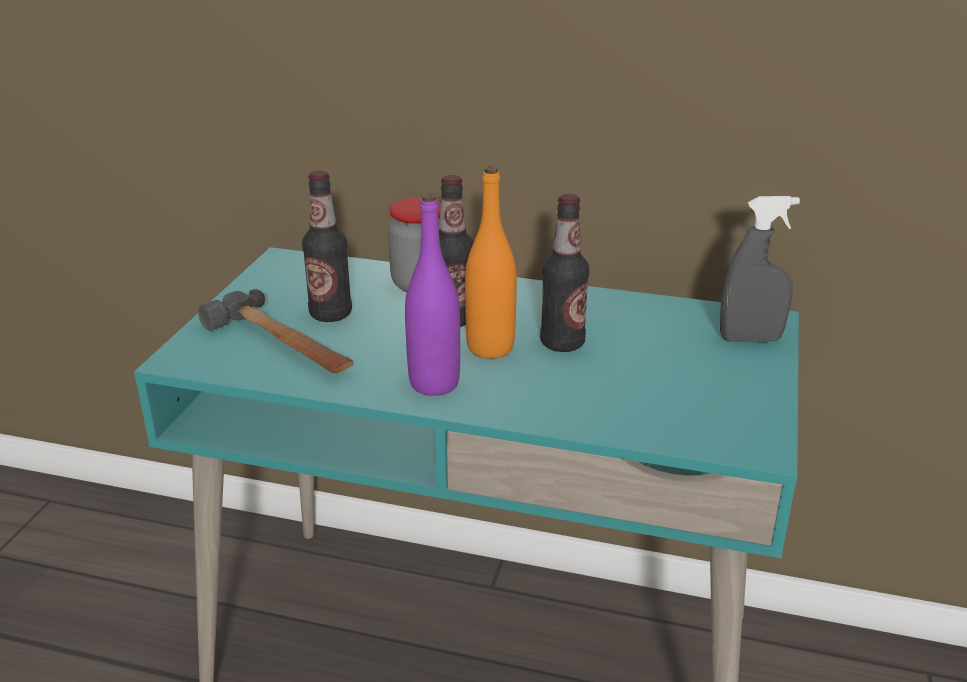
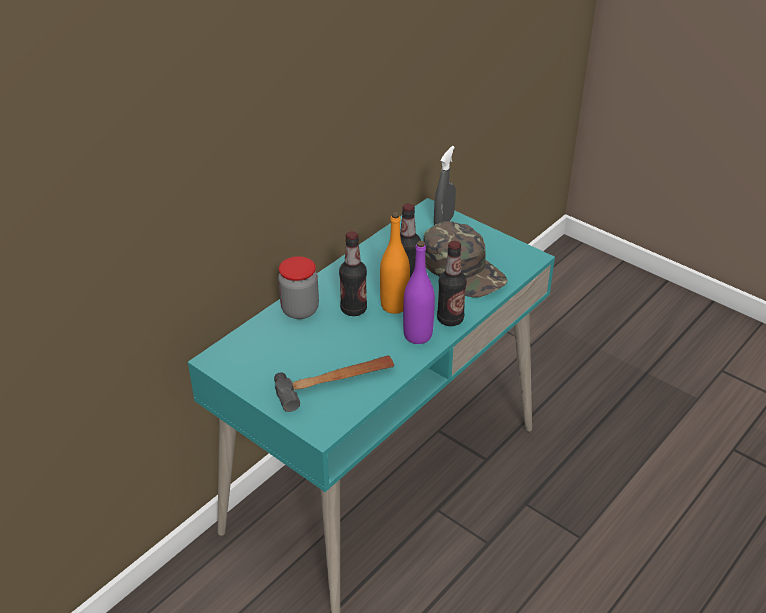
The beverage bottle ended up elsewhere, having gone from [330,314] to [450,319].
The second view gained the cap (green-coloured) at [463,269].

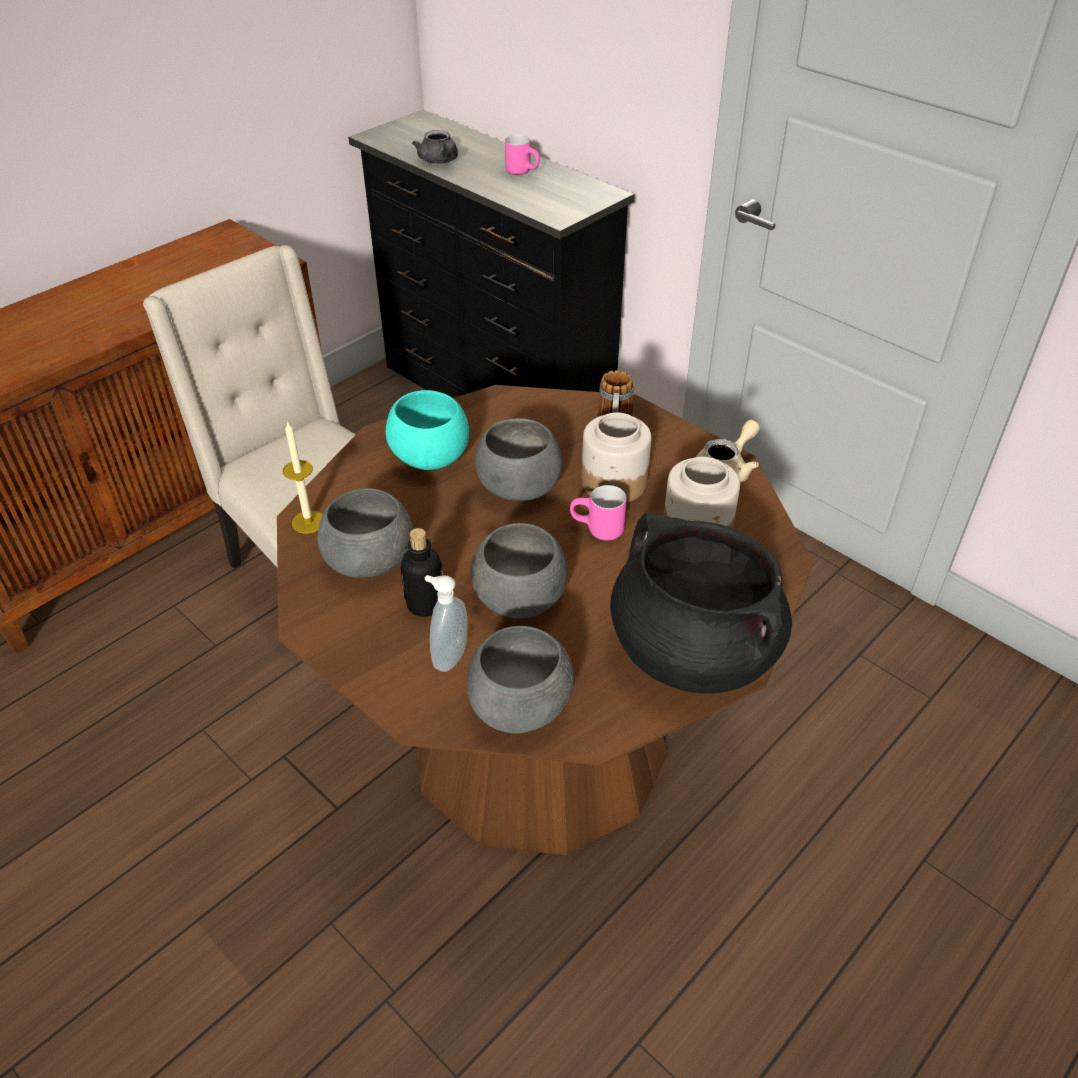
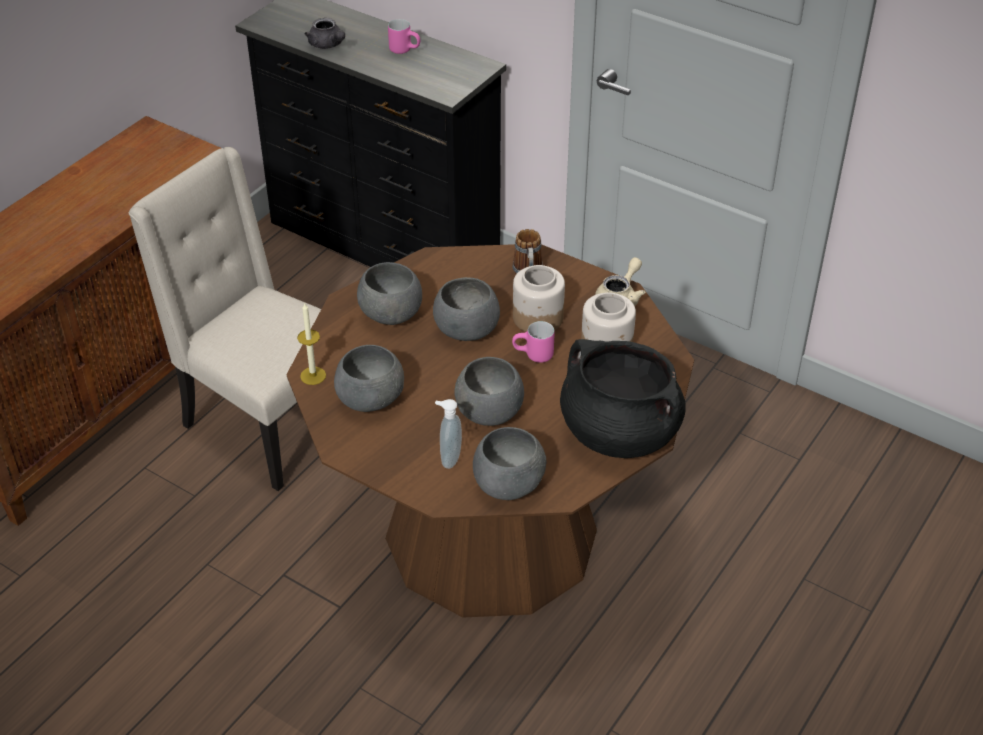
What was the bowl (turquoise) at [429,459] turned into the bowl (gray) at [390,316].
The second view lost the beverage bottle at [425,604].

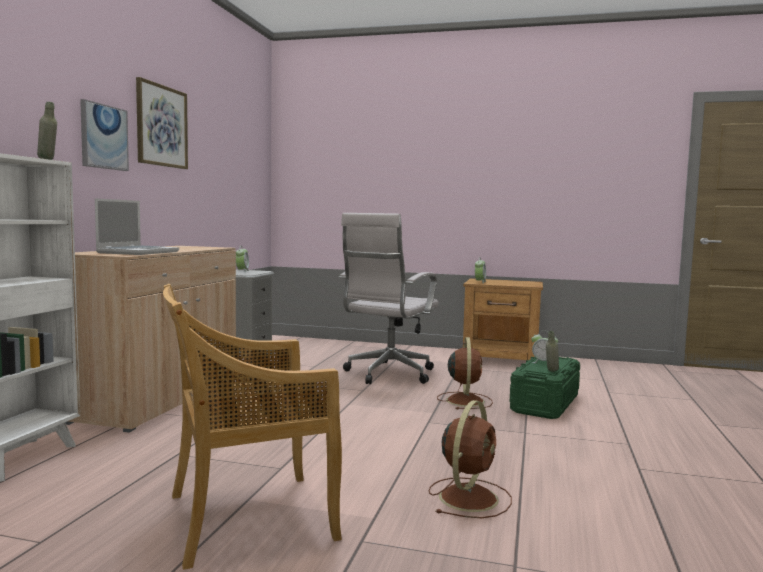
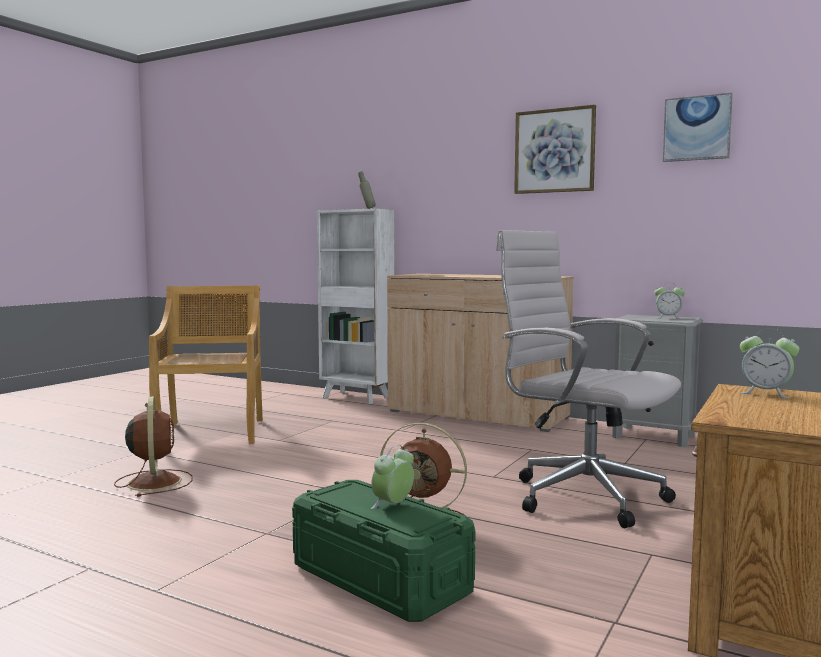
The wall picture ended up elsewhere, having gone from [103,137] to [697,128].
The second view lost the notebook computer at [138,252].
The fan (brownish) at [469,497] ended up facing another way, 150 degrees counterclockwise from before.
The second view lost the beverage bottle (gray) at [551,372].

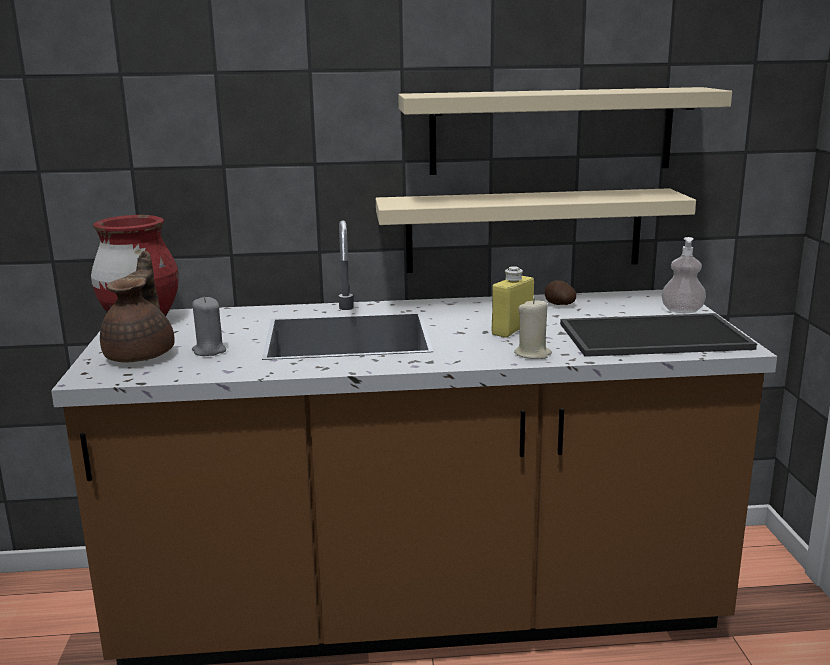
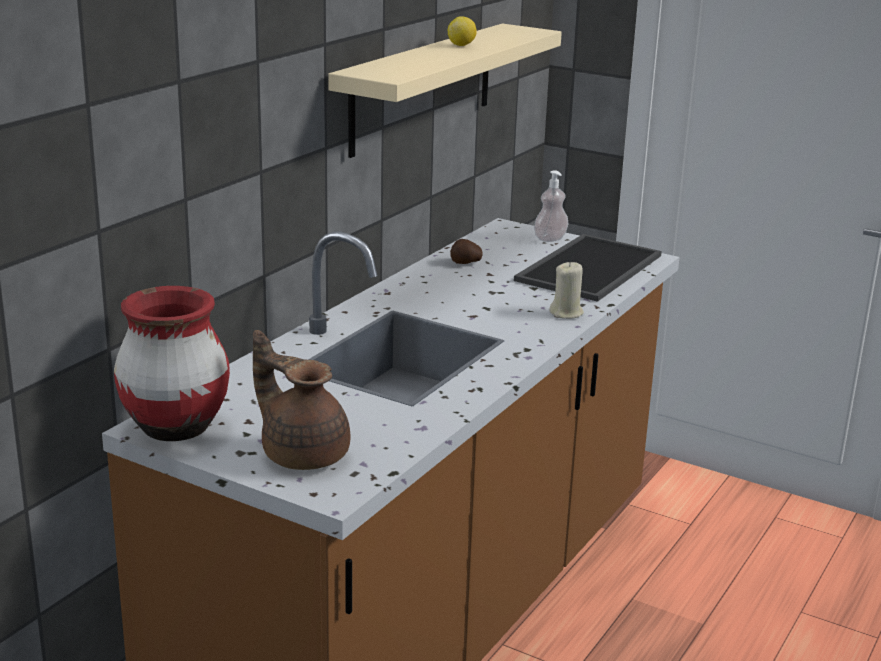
The second view lost the candle (gray) at [209,351].
The second view lost the bracket shelf (beige-coloured) at [523,230].
The second view lost the beverage bottle (yellow) at [512,330].
The second view gained the citrus fruit at [461,45].

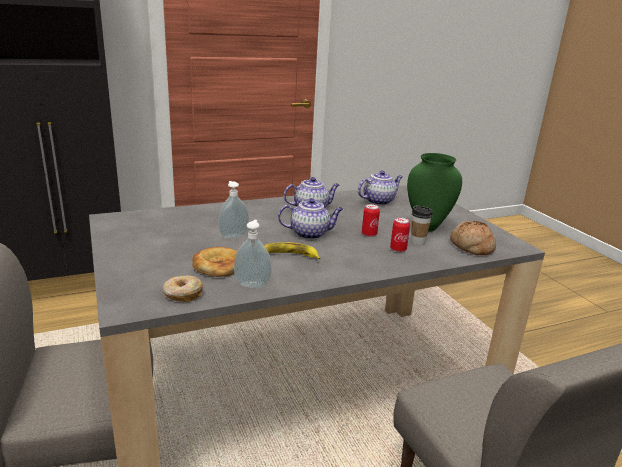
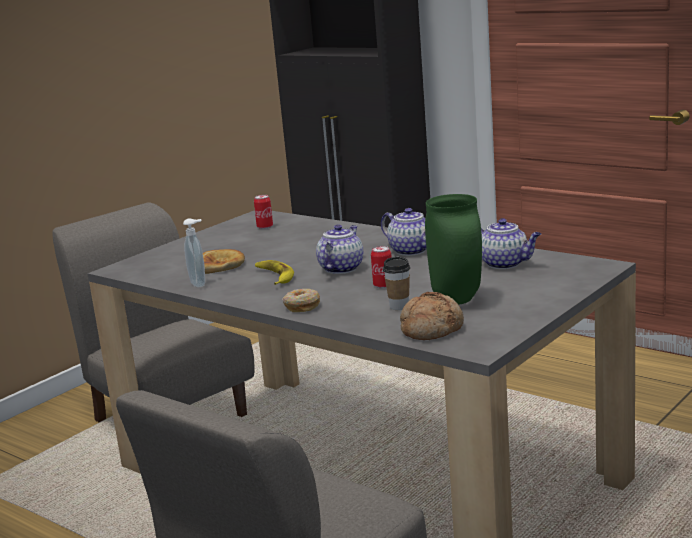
The donut ended up elsewhere, having gone from [183,294] to [301,306].
The second view lost the liquid soap bottle at [233,236].
The teapot at [310,234] ended up facing another way, 120 degrees counterclockwise from before.
The sealed can ended up elsewhere, having gone from [398,249] to [265,227].

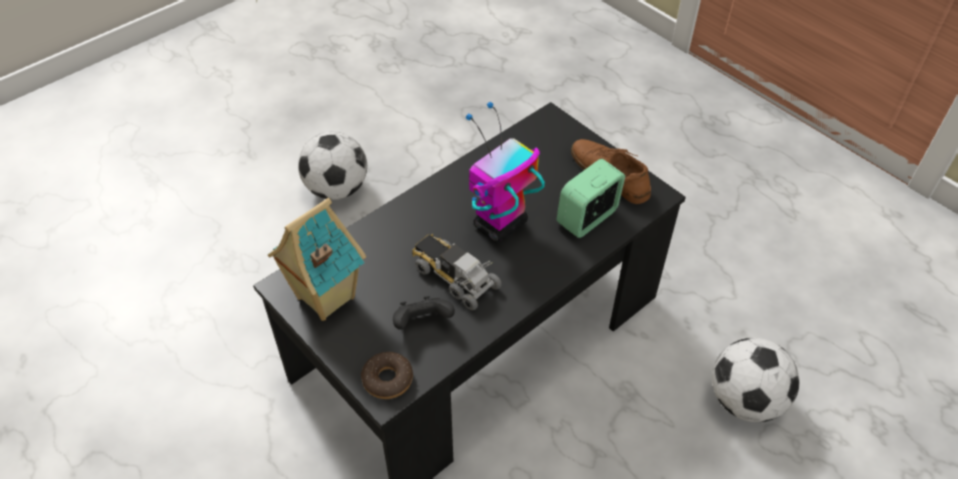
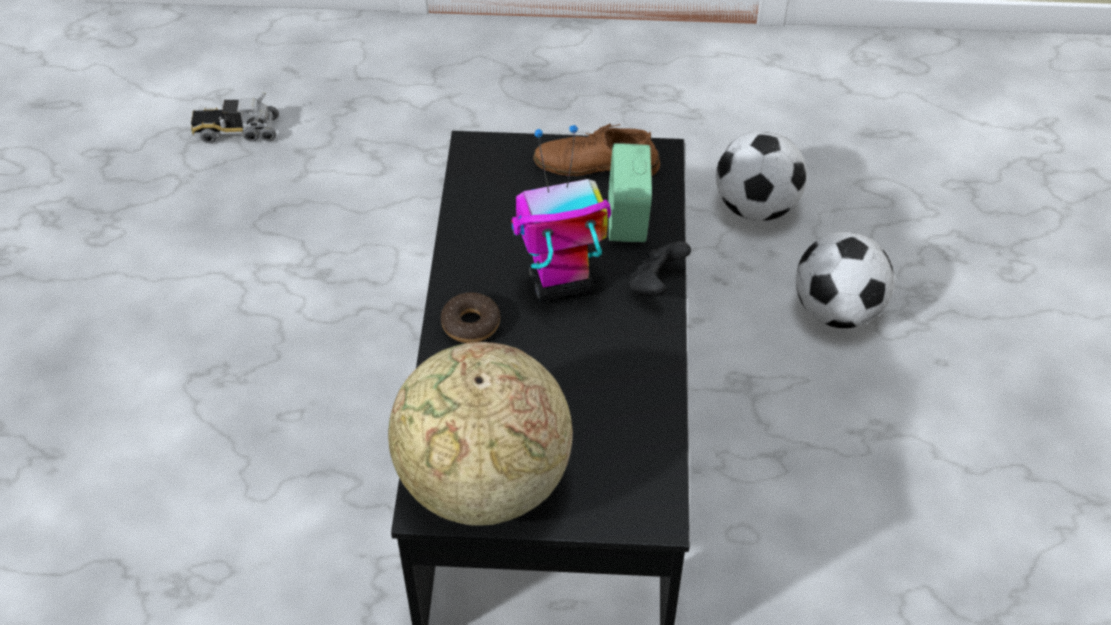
Where the miniature house stood at [324,298], the world globe came to stand at [483,483].
The football ended up elsewhere, having gone from [337,189] to [755,207].
The donut ended up elsewhere, having gone from [387,379] to [471,324].
The game controller (black-coloured) ended up elsewhere, having gone from [422,323] to [655,285].
The toy truck ended up elsewhere, having gone from [454,277] to [237,130].
The model robot at [499,225] ended up facing another way, 75 degrees clockwise from before.

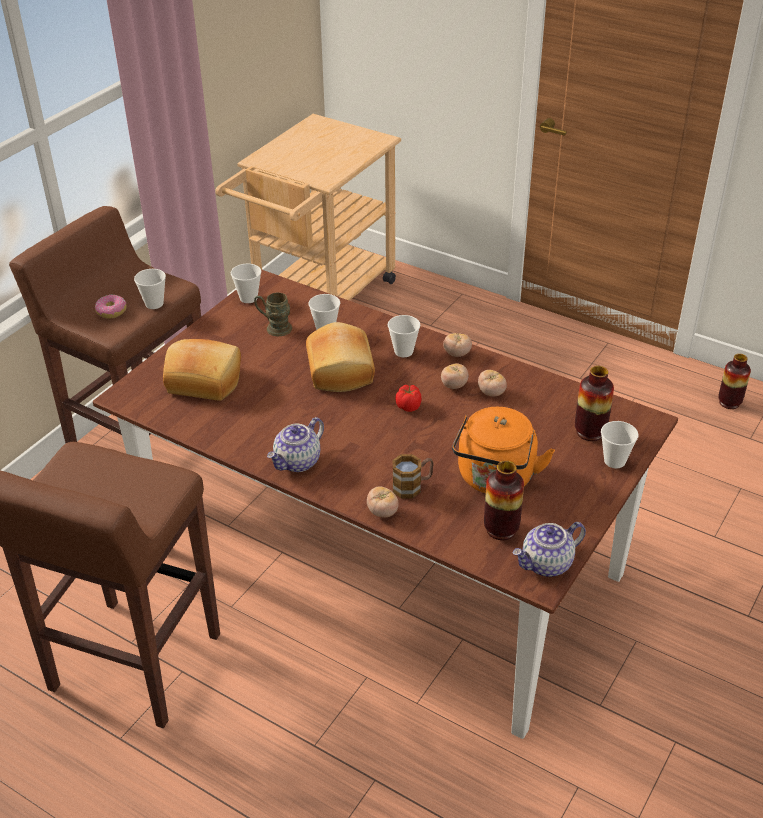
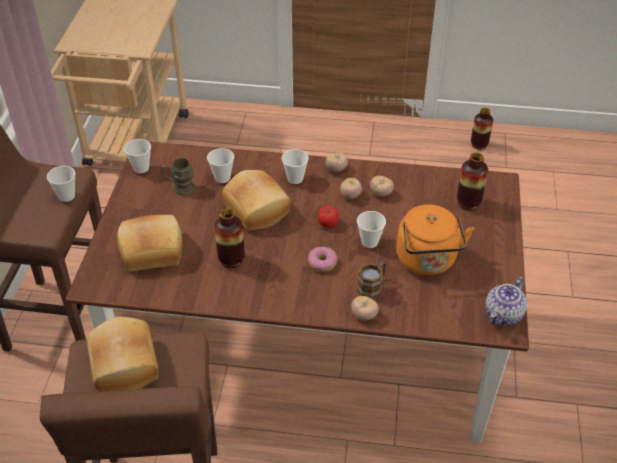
The donut ended up elsewhere, having gone from [111,311] to [322,263].
The second view lost the teapot at [298,462].
The flower vase ended up elsewhere, having gone from [501,529] to [231,260].
The small cup ended up elsewhere, having gone from [614,461] to [369,242].
The second view gained the bread at [122,365].

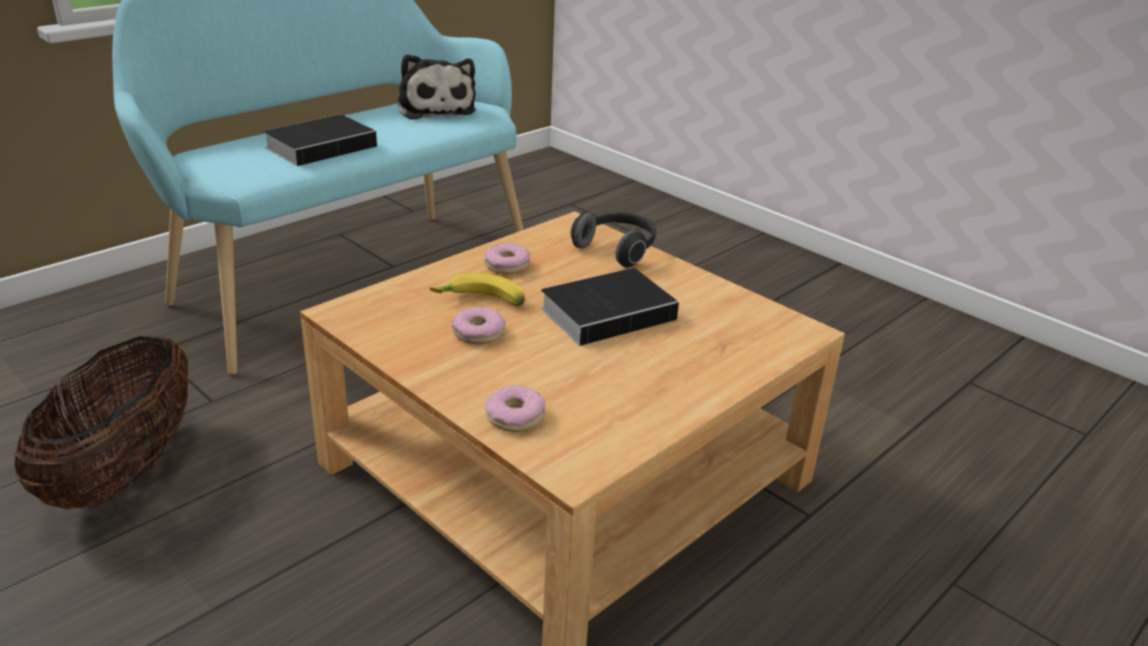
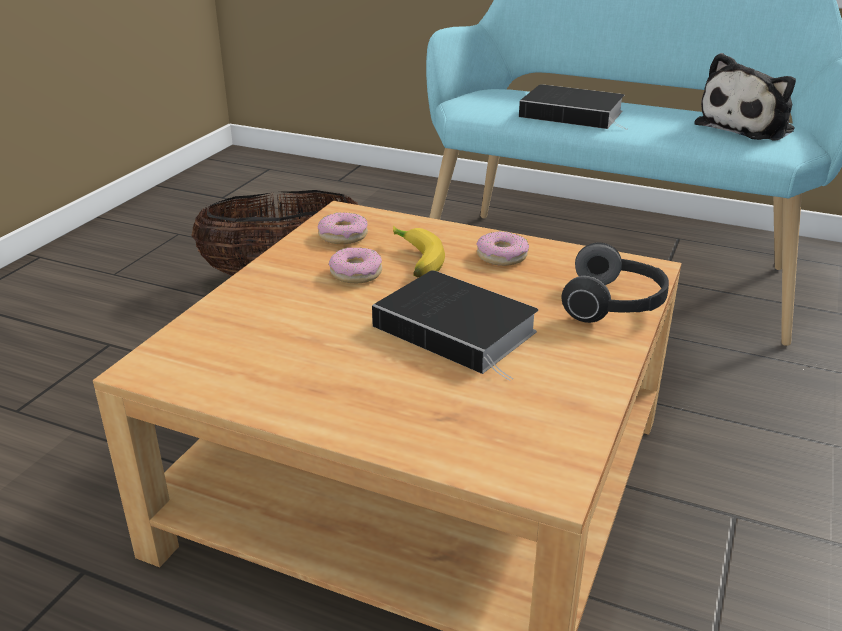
The donut ended up elsewhere, having gone from [515,416] to [343,236].

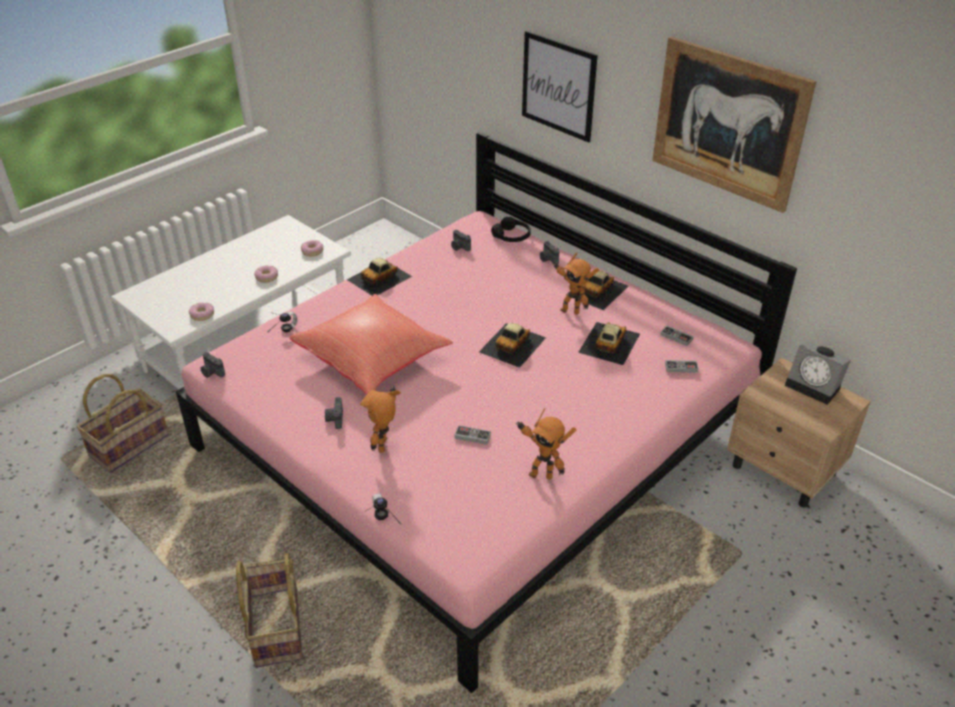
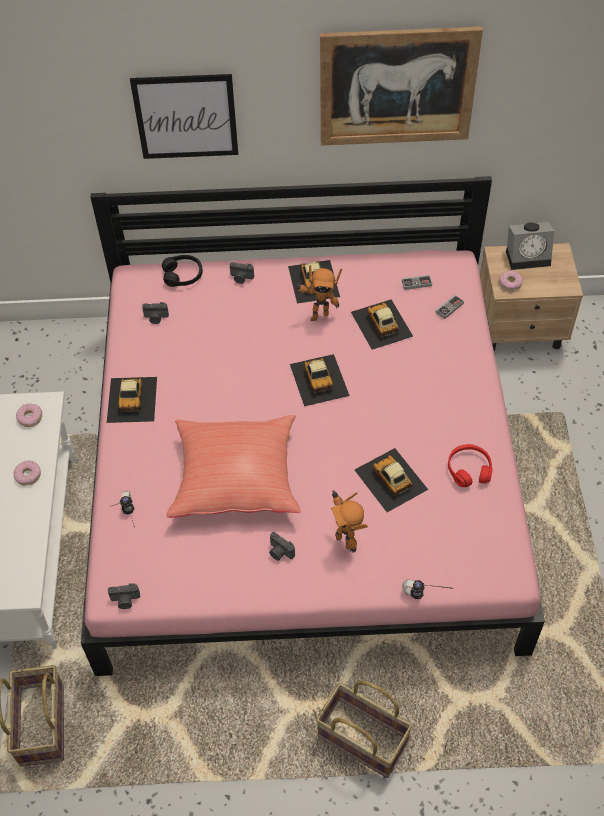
The donut ended up elsewhere, having gone from [202,314] to [510,283].
Where the game controller stood at [472,436], the model car came to stand at [390,480].
Where the model robot stood at [541,474], the pair of headphones (red-coloured) came to stand at [469,469].

